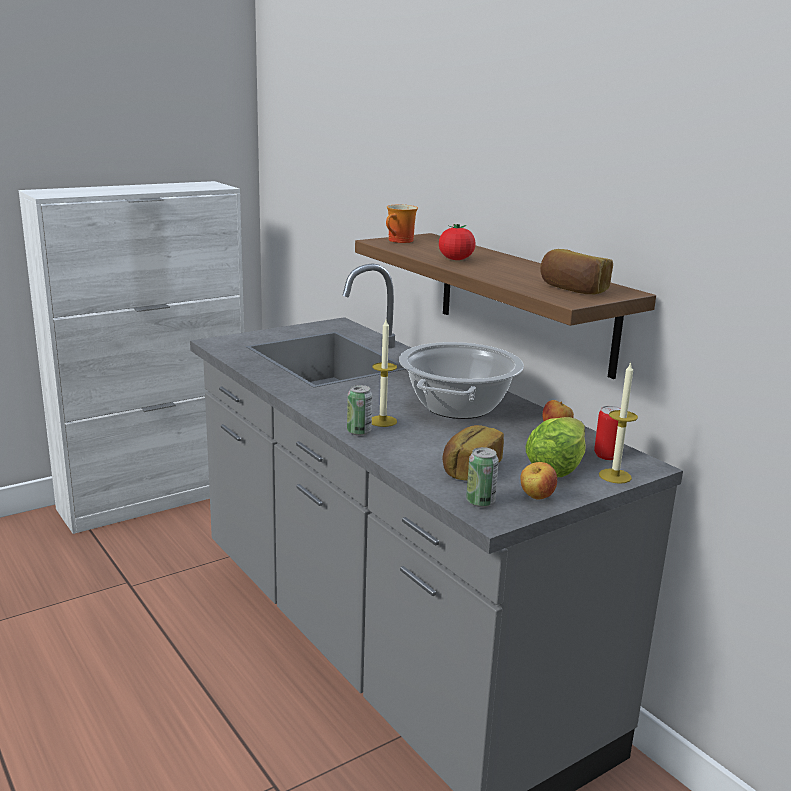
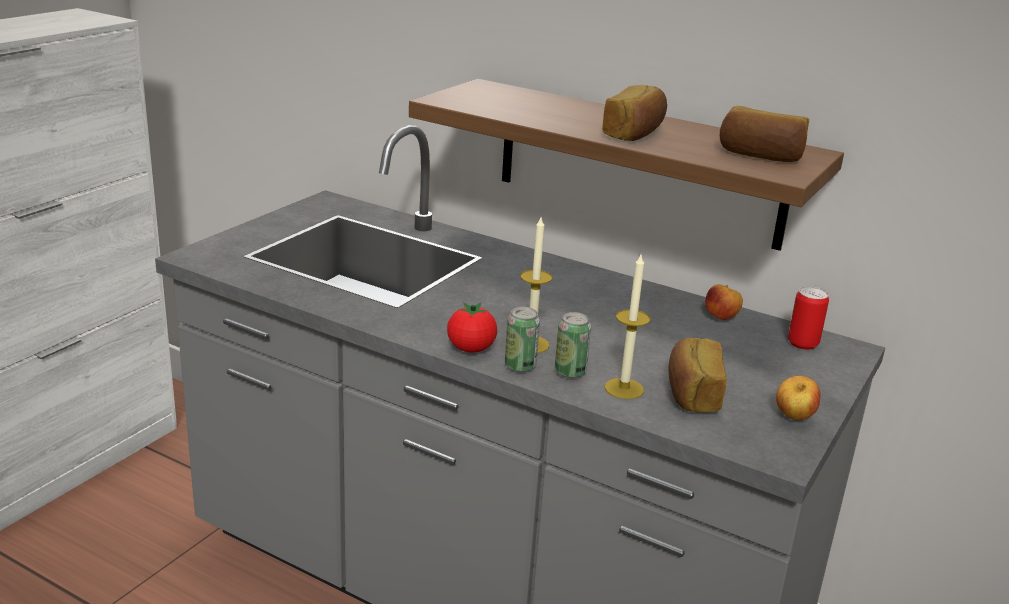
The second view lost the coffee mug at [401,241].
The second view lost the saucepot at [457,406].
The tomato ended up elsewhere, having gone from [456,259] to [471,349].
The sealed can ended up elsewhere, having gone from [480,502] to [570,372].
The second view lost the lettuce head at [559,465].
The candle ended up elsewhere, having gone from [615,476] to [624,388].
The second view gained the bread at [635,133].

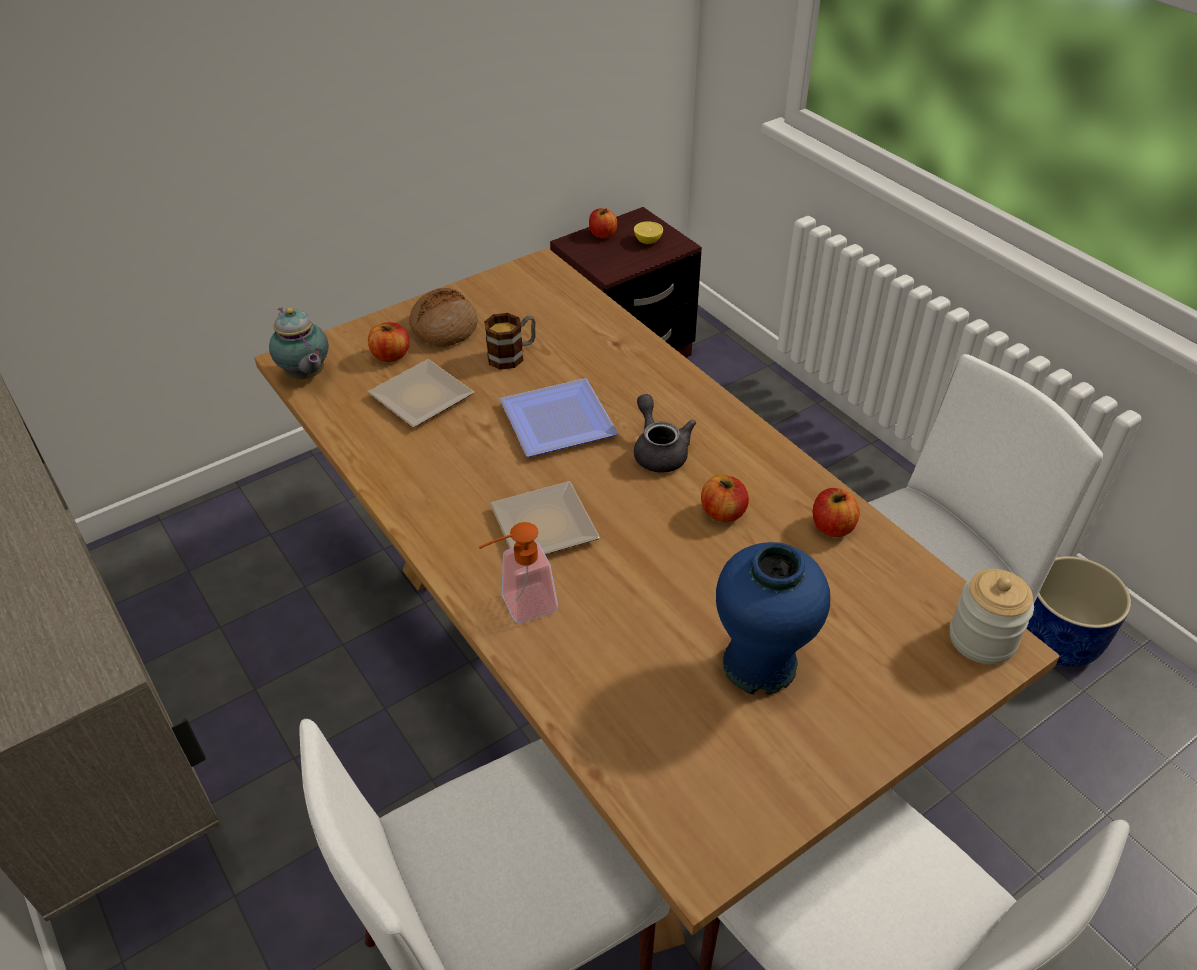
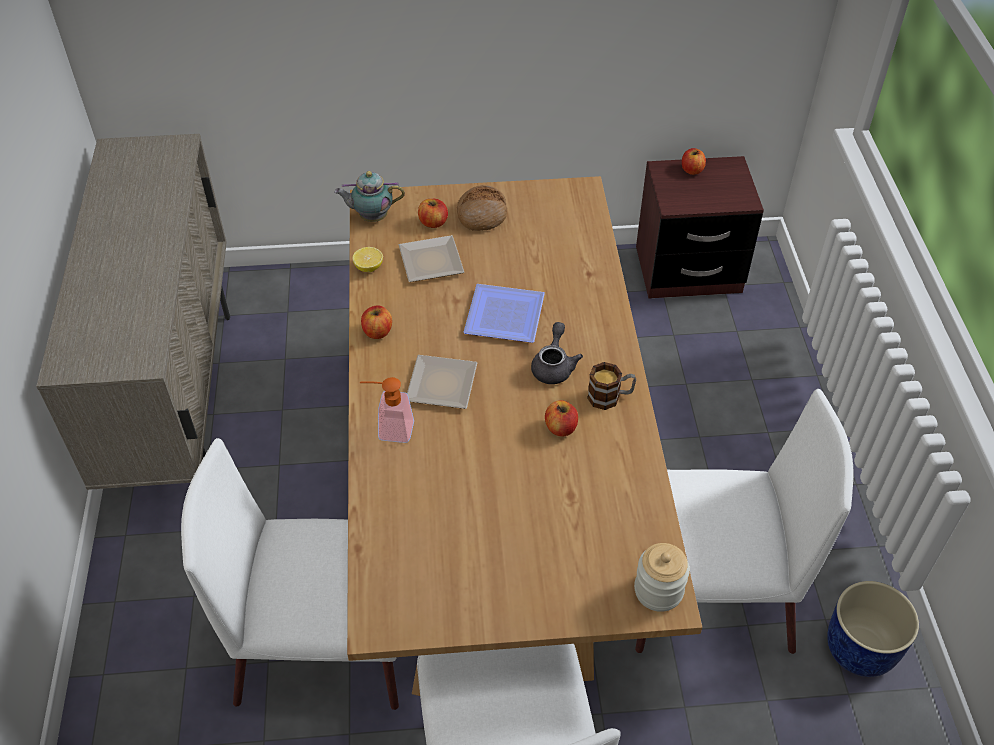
The teapot at [306,376] ended up facing another way, 90 degrees clockwise from before.
The coffee mug ended up elsewhere, having gone from [512,355] to [610,397].
The citrus fruit ended up elsewhere, having gone from [648,241] to [368,267].
The second view lost the flower vase (blue) at [760,664].
The apple ended up elsewhere, having gone from [832,527] to [377,332].

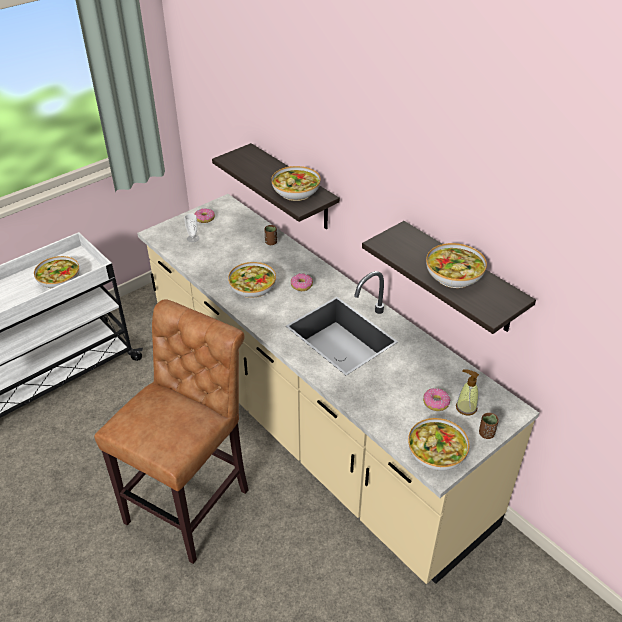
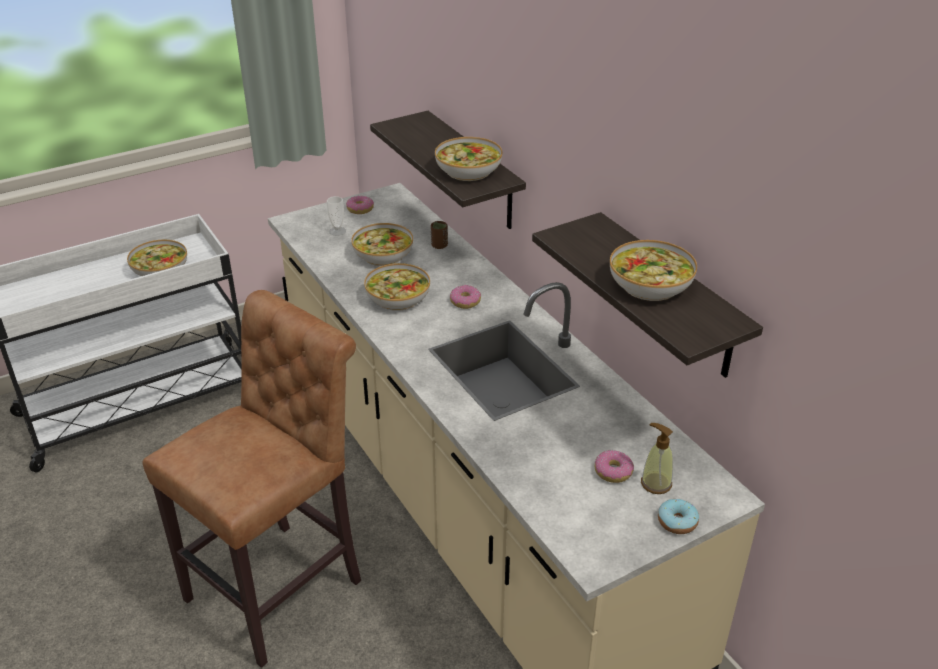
The bowl ended up elsewhere, having gone from [437,453] to [383,255].
Where the small cup (brownish) stood at [486,433], the donut came to stand at [677,522].

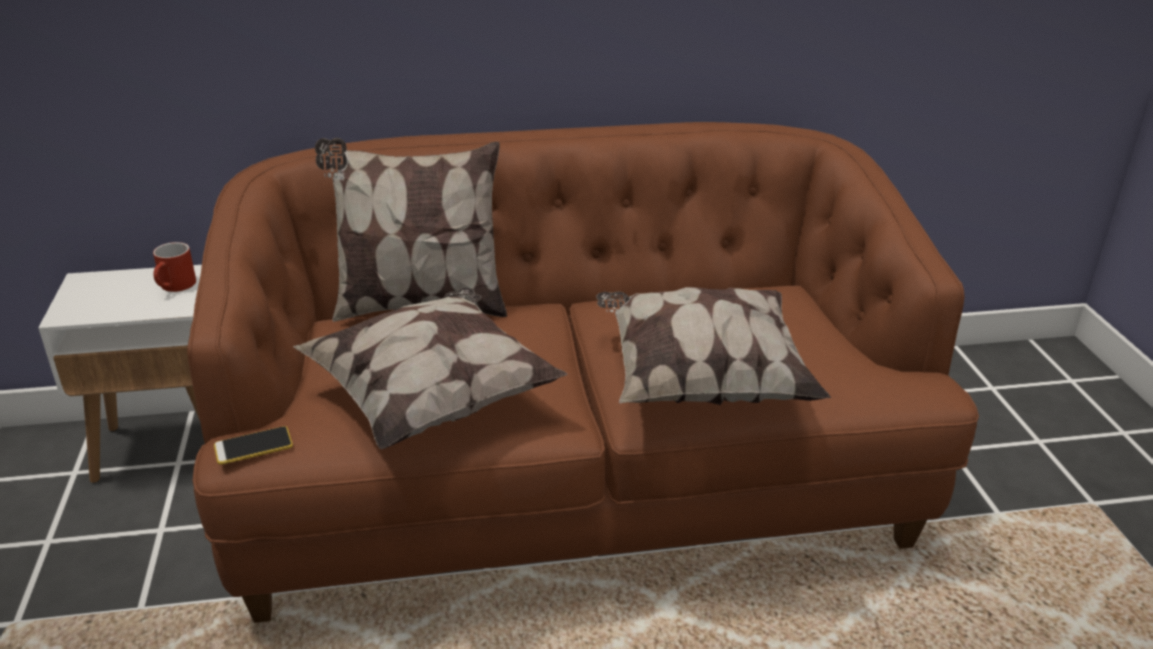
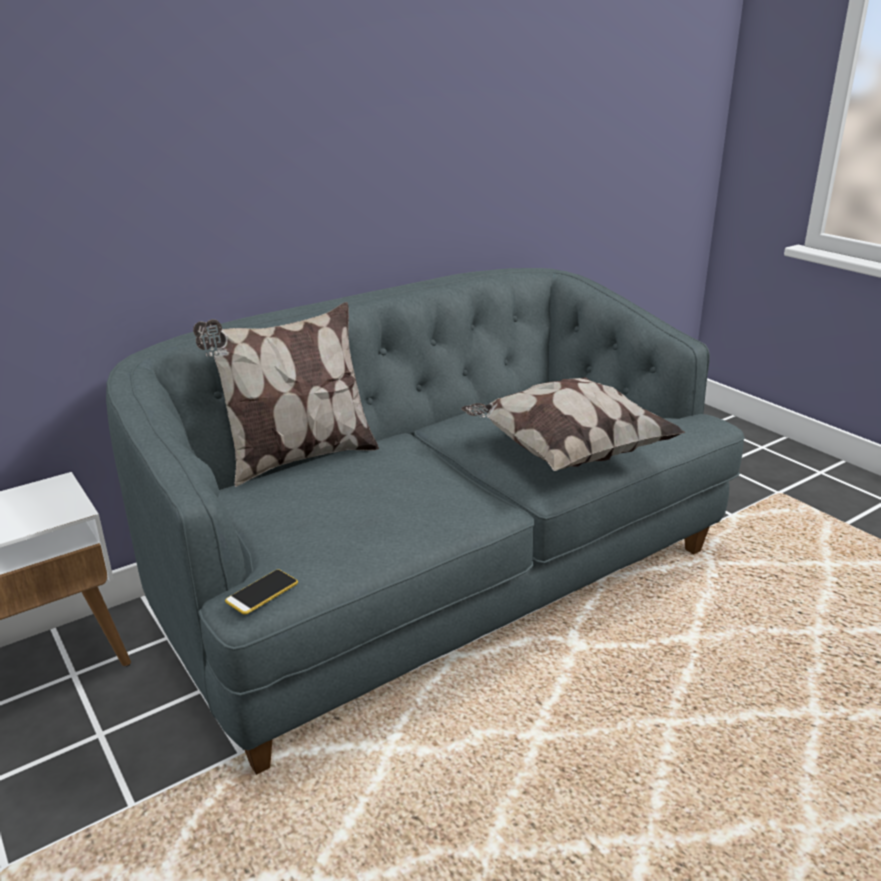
The second view lost the coffee mug (red-coloured) at [175,287].
What was the couch (brownish) at [575,485] turned into the couch (gray) at [443,583].
The second view lost the cushion at [433,398].

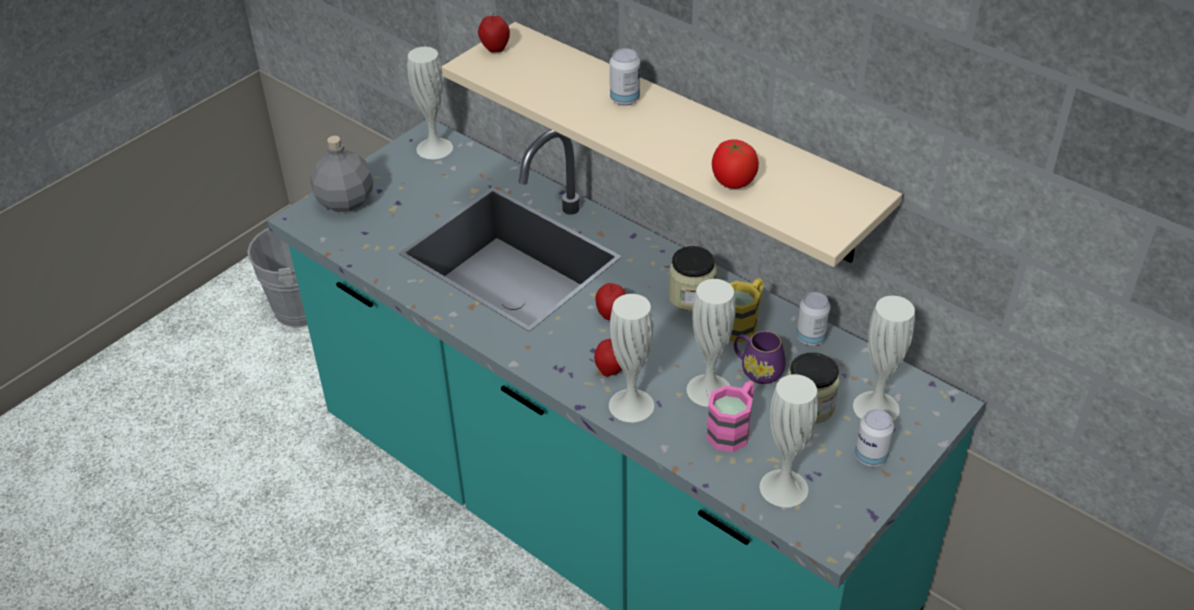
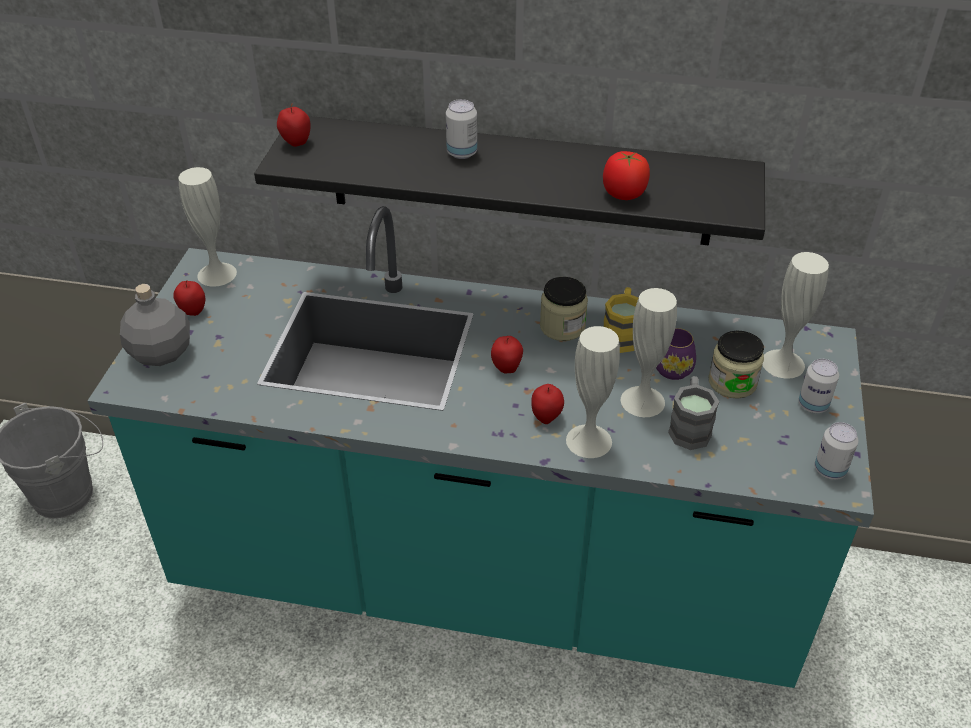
What was the bracket shelf (beige-coloured) at [690,142] turned into the bracket shelf (black-coloured) at [519,180].
What was the coffee mug (pink) at [733,429] turned into the coffee mug (gray) at [689,426].
The second view lost the flower vase (whitish) at [783,487].
The sealed can ended up elsewhere, having gone from [810,337] to [829,470].
The second view gained the apple at [193,311].

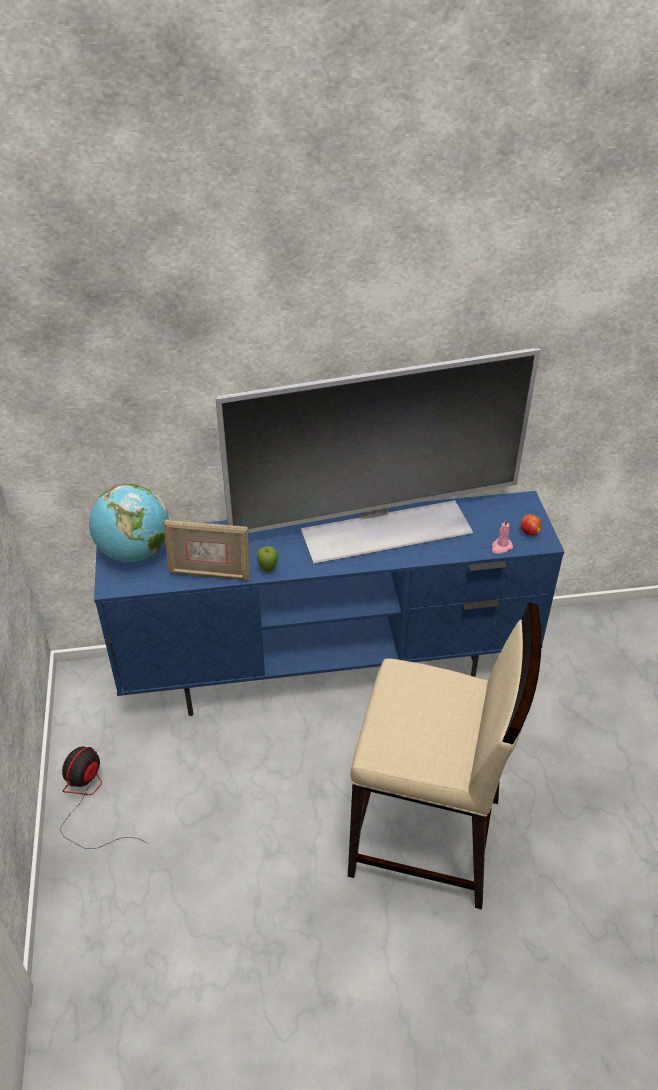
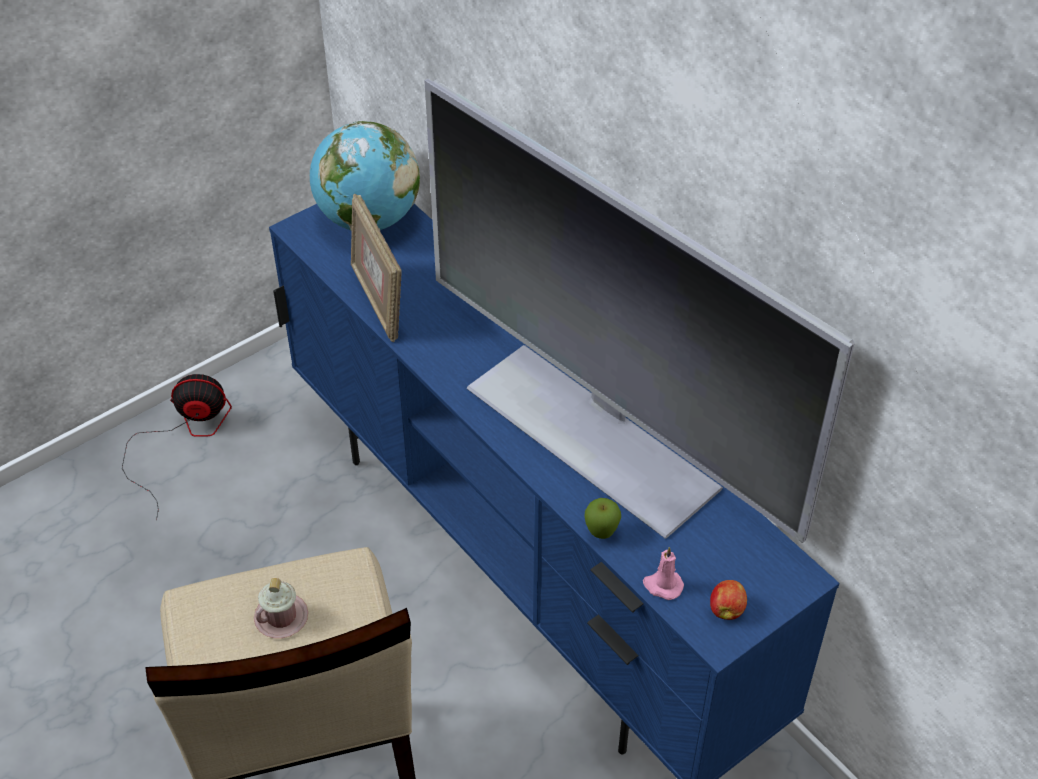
The apple ended up elsewhere, having gone from [268,570] to [601,534].
The second view gained the coffee mug (pink) at [281,617].

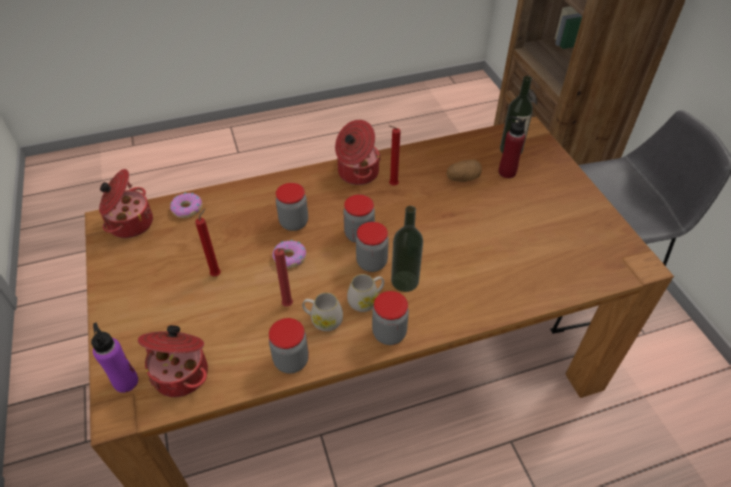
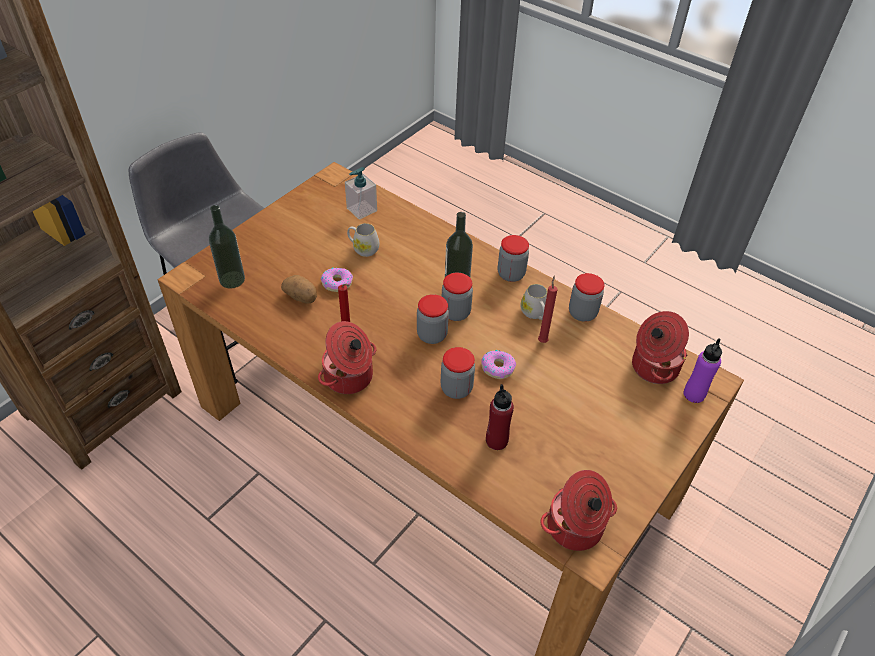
The donut ended up elsewhere, having gone from [187,209] to [337,283].
The second view lost the candle (red-coloured) at [217,274].
The coffee mug (whitish) ended up elsewhere, having gone from [366,300] to [363,248].
The beverage bottle (red-coloured) ended up elsewhere, having gone from [507,172] to [496,440].
The second view gained the liquid soap bottle at [361,209].

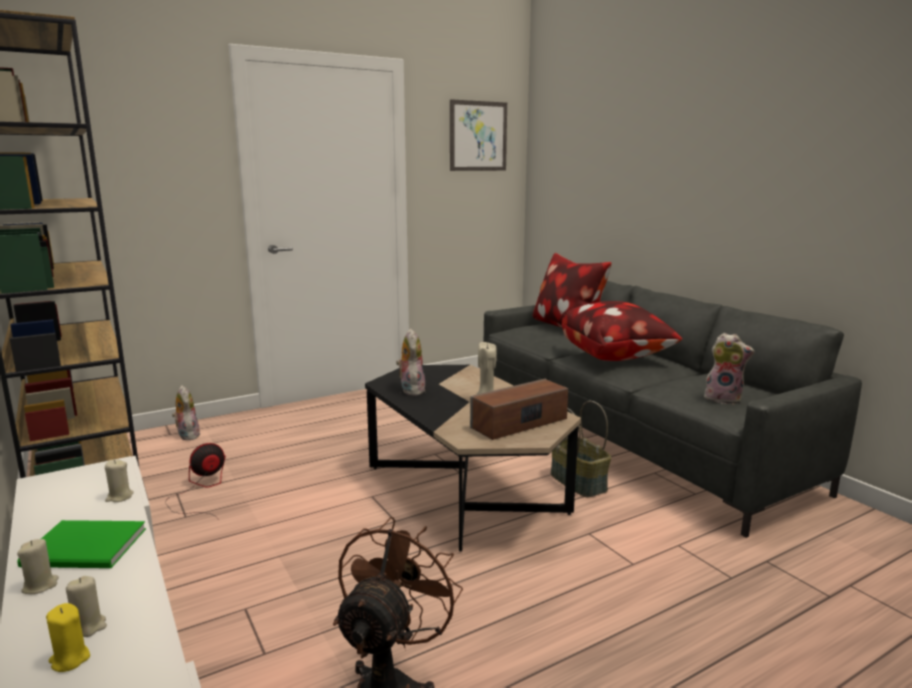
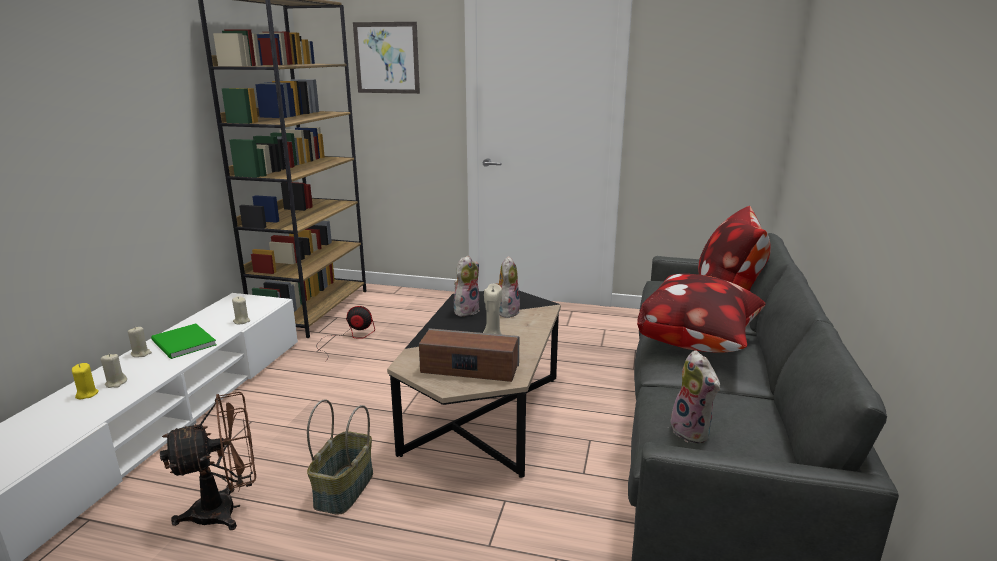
The cuddly toy ended up elsewhere, having gone from [187,435] to [506,311].
The wall picture ended up elsewhere, having gone from [478,136] to [386,58].
The household basket ended up elsewhere, having gone from [579,482] to [345,490].

